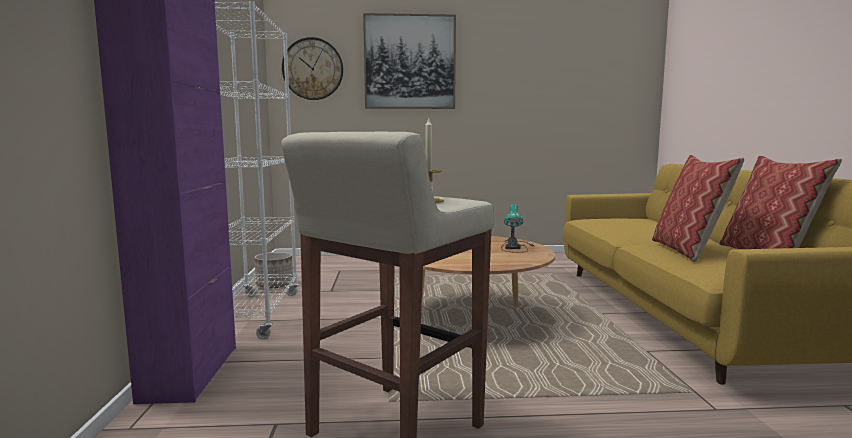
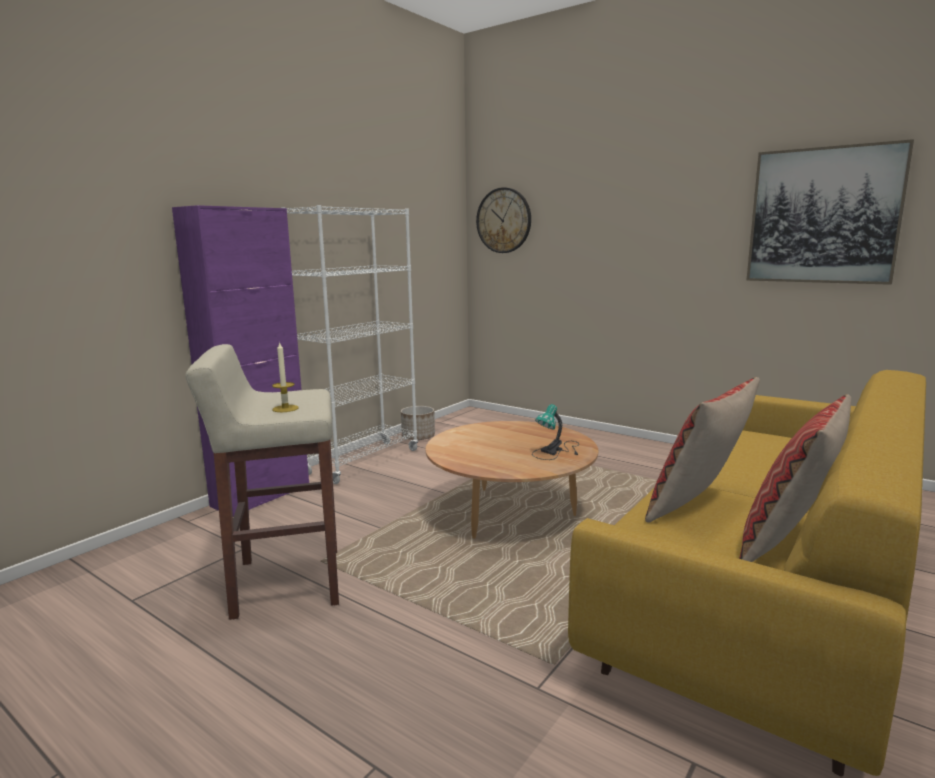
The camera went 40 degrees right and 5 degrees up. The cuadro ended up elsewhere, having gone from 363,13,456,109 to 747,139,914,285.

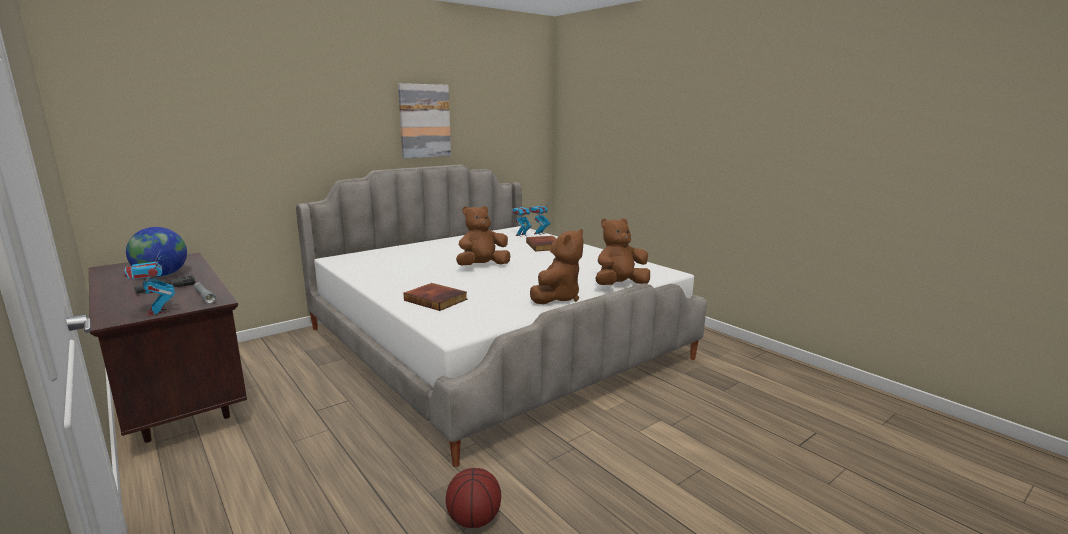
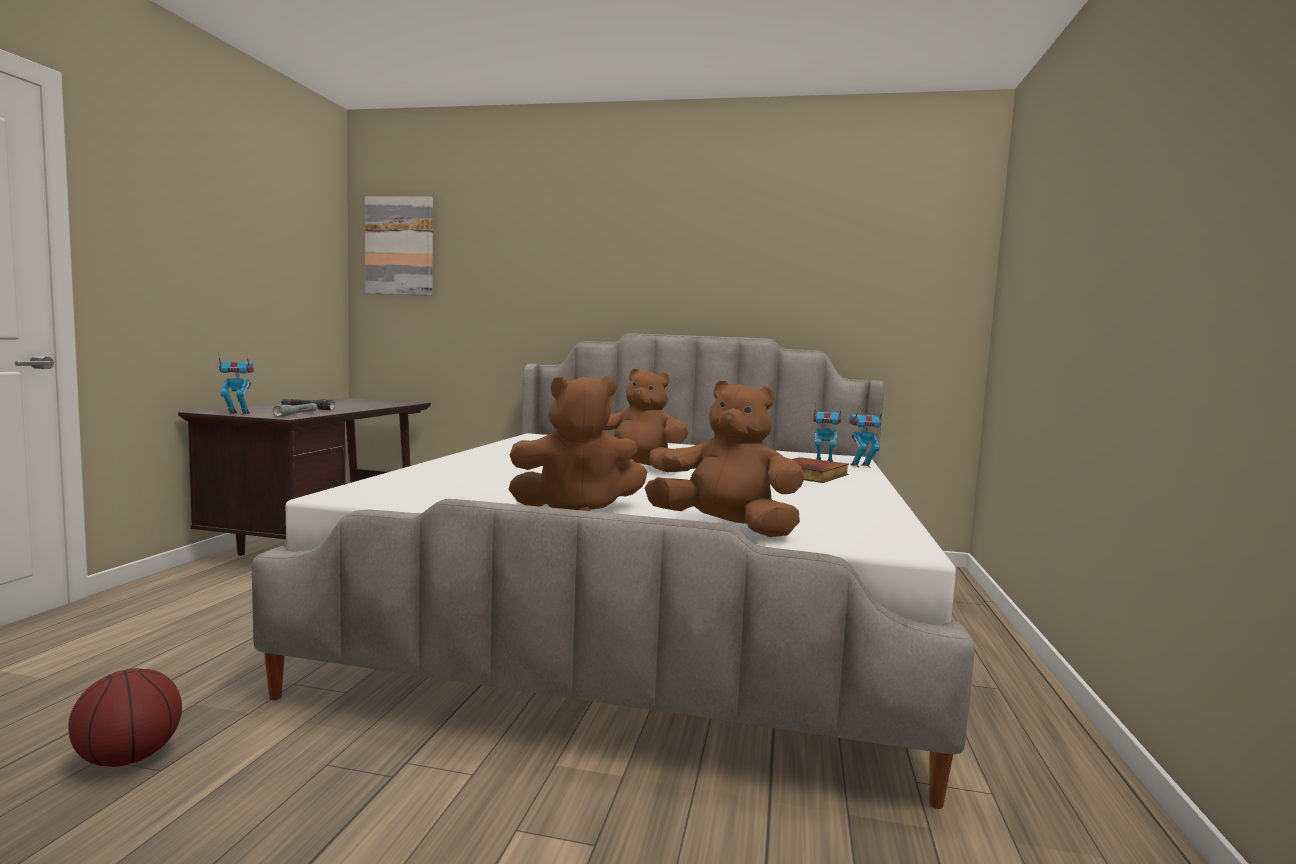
The camera went 50 degrees right and 10 degrees down. The second view lost the globo terráqueo at 126,227,187,277. The second view lost the libro at 403,283,468,311. The cuadro ended up elsewhere, having gone from 398,83,451,159 to 365,196,433,296. The robot de juguete at 124,251,175,317 ended up facing another way, 60 degrees clockwise from before.

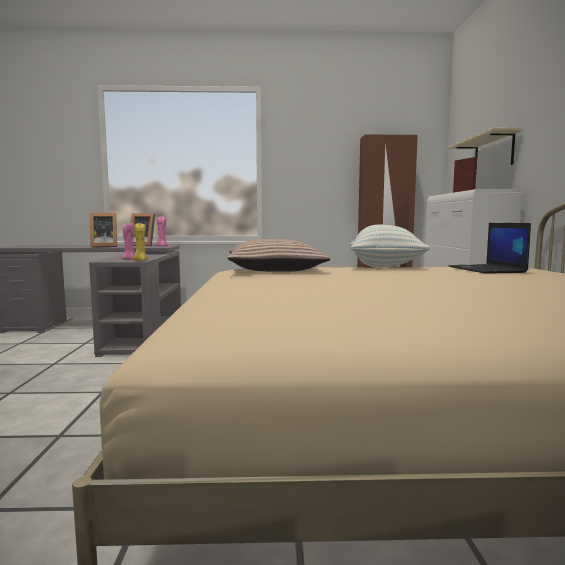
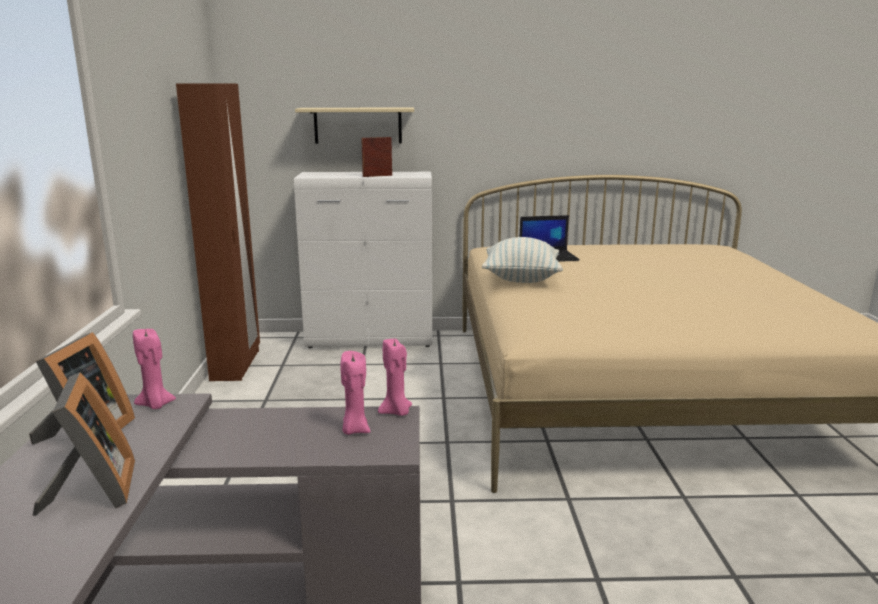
The camera went 90 degrees left and 10 degrees up. The second view lost the cojín at 227,239,330,272. What was the vela/amarillo at 134,223,148,261 turned into the vela/rosa at 378,338,412,416.

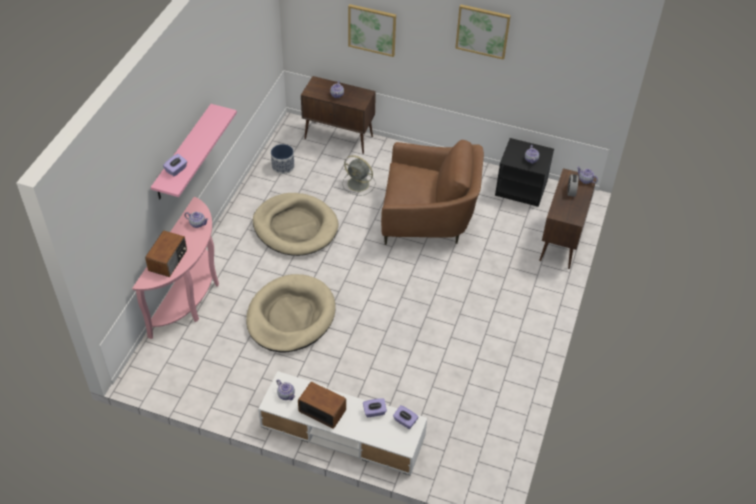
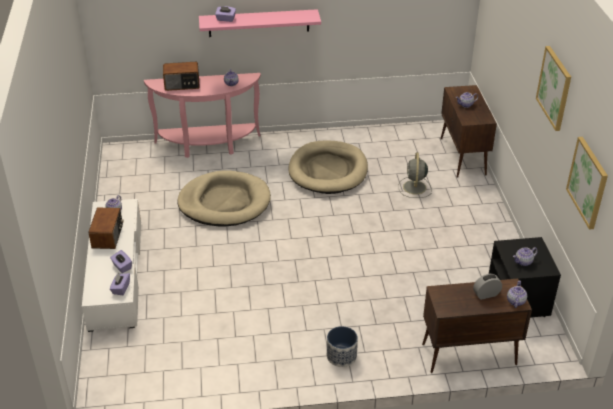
The camera went 65 degrees right and 10 degrees down. The second view lost the sillón/marrón at 381,140,484,245. The maceta ended up elsewhere, having gone from 271,144,294,174 to 327,326,358,367. The cuadro ended up elsewhere, having gone from 348,4,396,57 to 566,137,608,230.

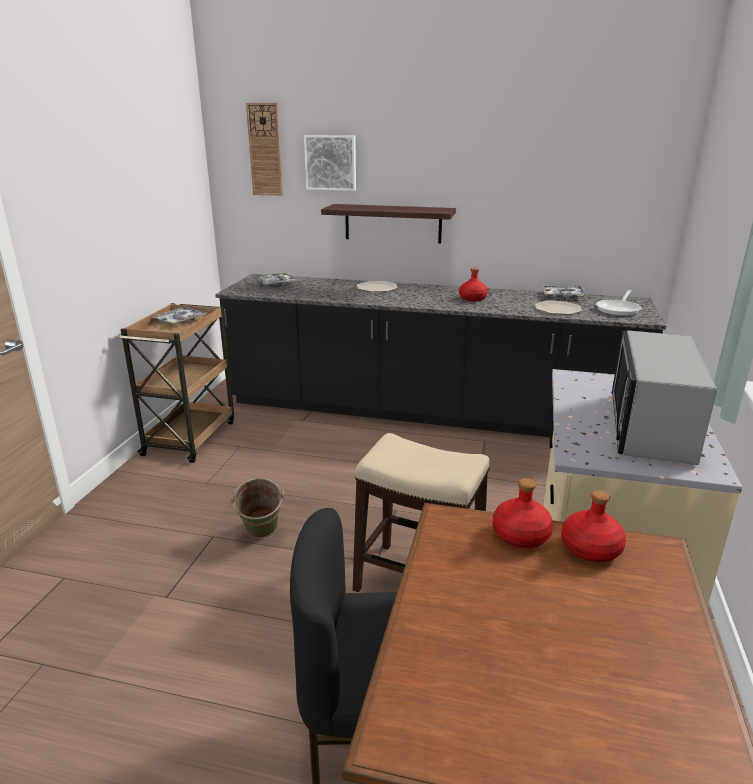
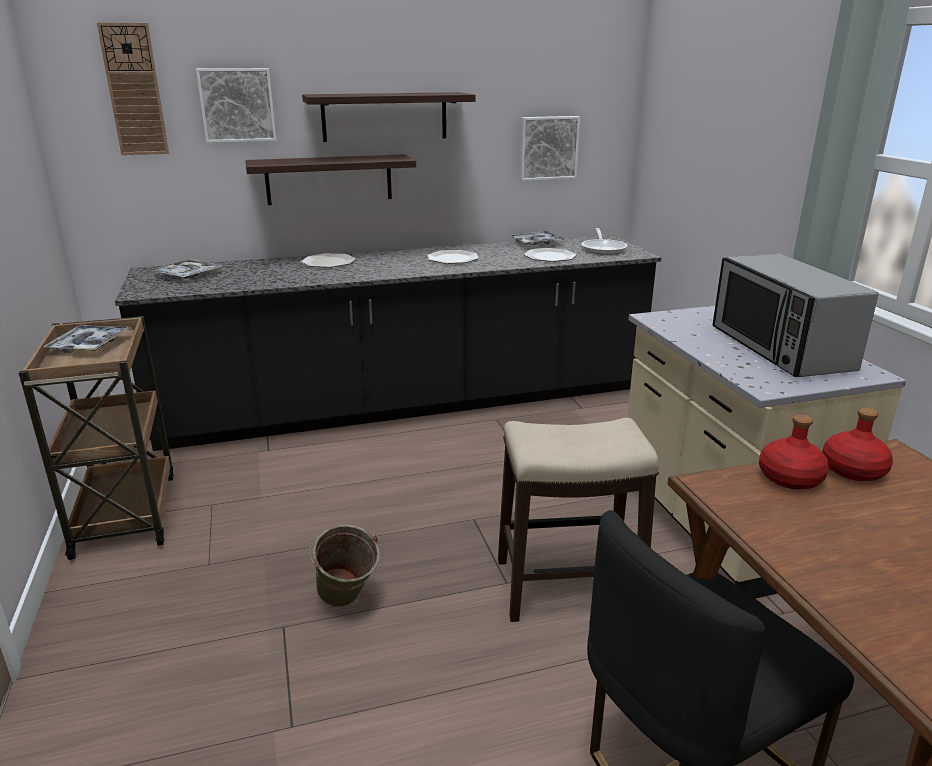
The camera went 30 degrees left and 0 degrees up. The second view gained the estante at 302,92,475,142. The second view gained the cuadro at 519,116,580,181. Where the botella/rojo stood at 459,268,488,301, the plato came to stand at 427,250,478,264.

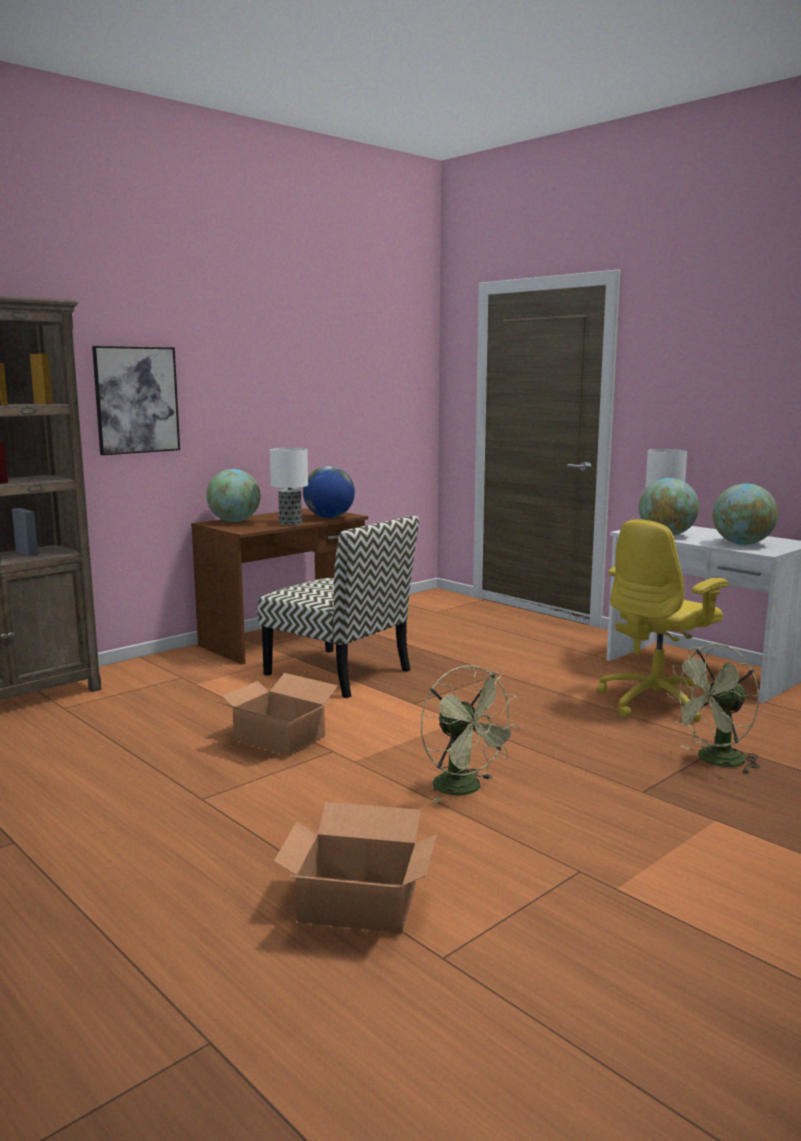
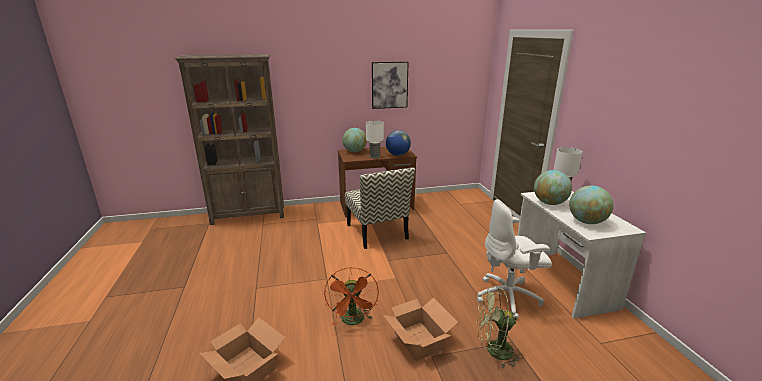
The camera went 30 degrees right and 10 degrees up. The cuadro ended up elsewhere, having gone from 92,346,180,455 to 372,62,409,109. The caja de cartón ended up elsewhere, having gone from 215,673,338,756 to 383,298,458,361. What was the ventilador/verde at 421,665,520,803 turned into the ventilador/naranja at 324,267,379,325. What was the silla de oficina/amarillo at 597,519,729,723 turned into the silla de oficina/blanco at 477,199,552,319.

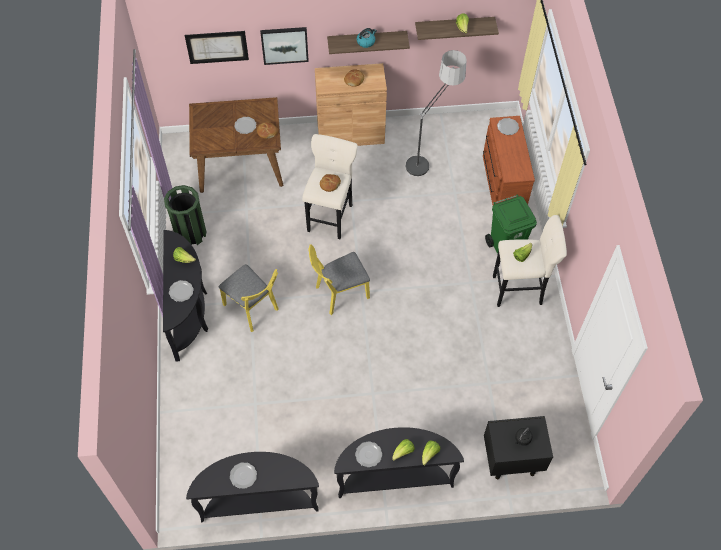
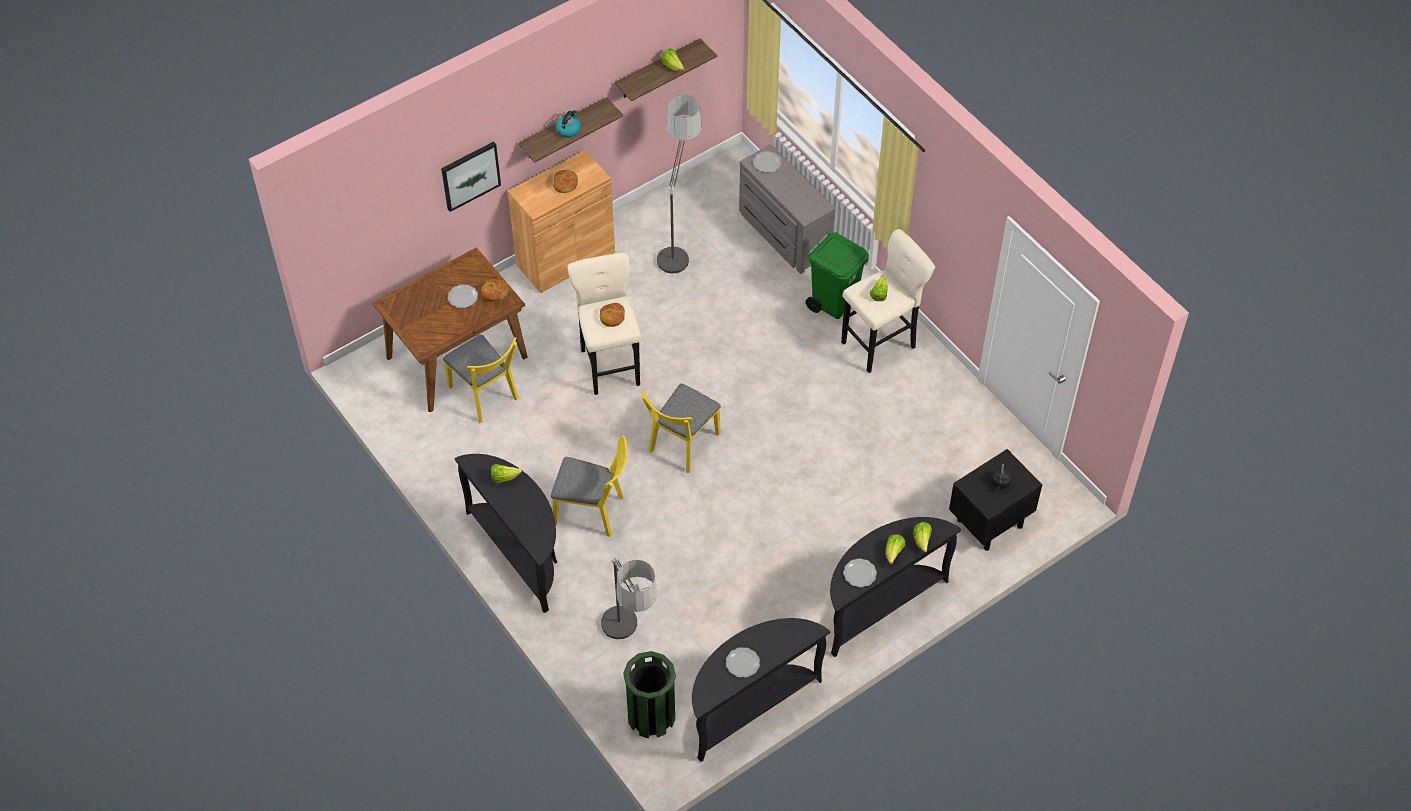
The camera went 30 degrees left and 5 degrees down. The second view lost the plato at 169,280,194,302. The second view lost the cuadro at 185,31,249,64. The second view gained the silla/amarillo at 443,335,519,423. The second view gained the lámpara de pie at 601,556,658,640. The papelera/verde ended up elsewhere, having gone from 164,185,206,245 to 623,651,676,738. What was the cómoda/marrón at 483,116,535,205 turned into the cómoda/gris at 739,144,836,274.

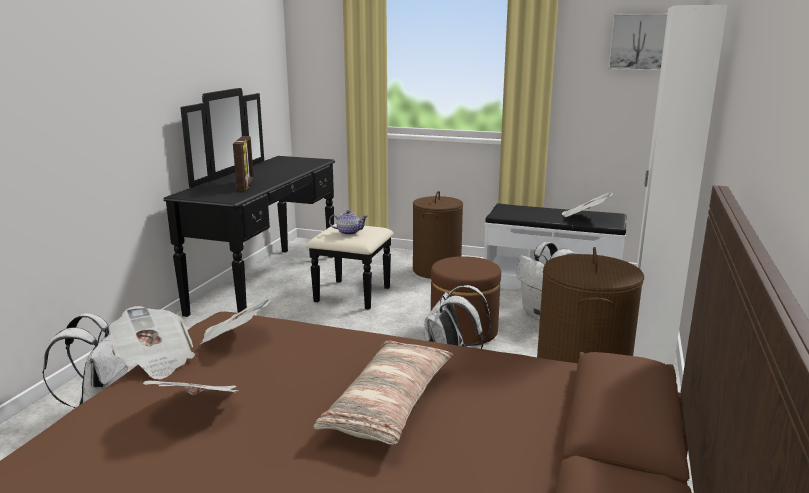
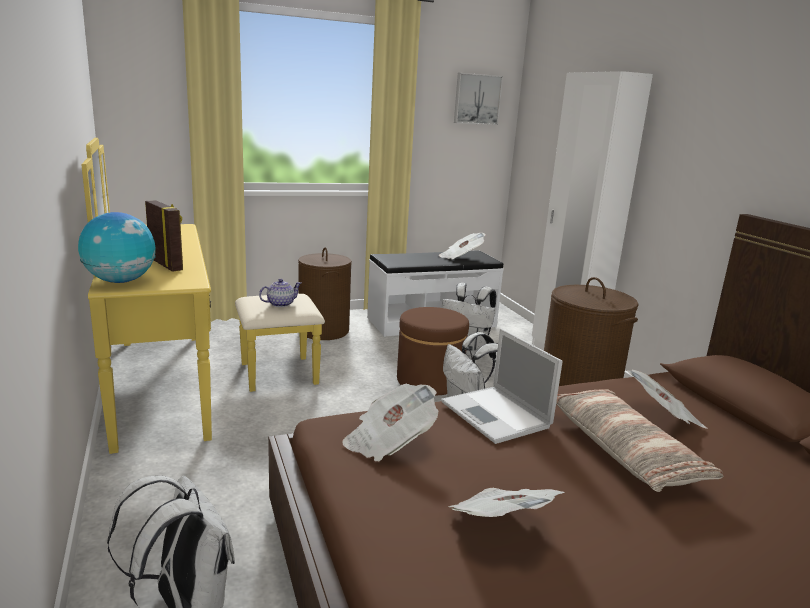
The camera went 40 degrees left and 0 degrees up. The second view gained the globo terráqueo at 78,212,156,283. The second view gained the portátil at 441,328,563,444. The periódico ended up elsewhere, having gone from 109,306,195,379 to 627,369,707,429. What was the cómoda/negro at 163,88,394,317 turned into the cómoda/amarillo at 81,138,325,454.

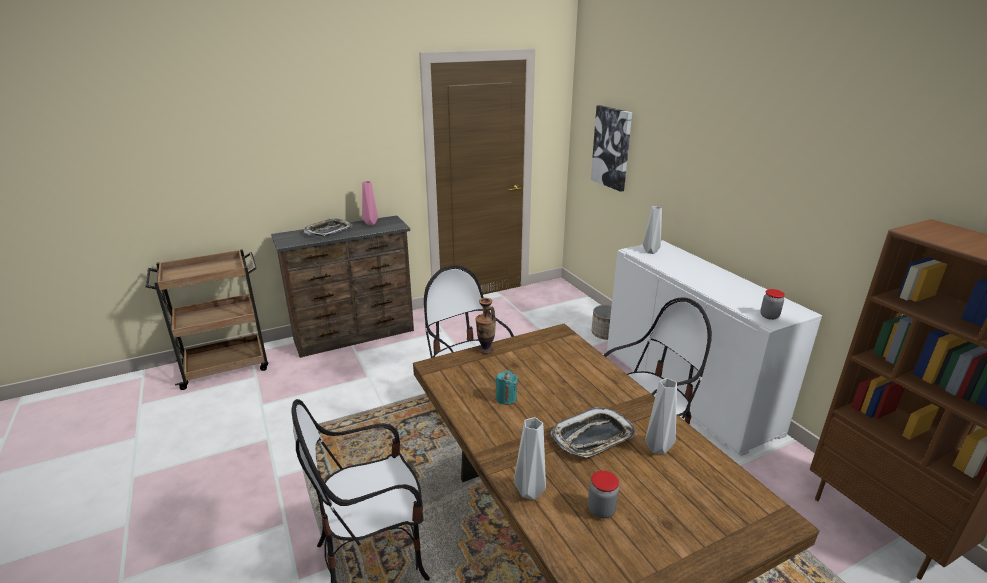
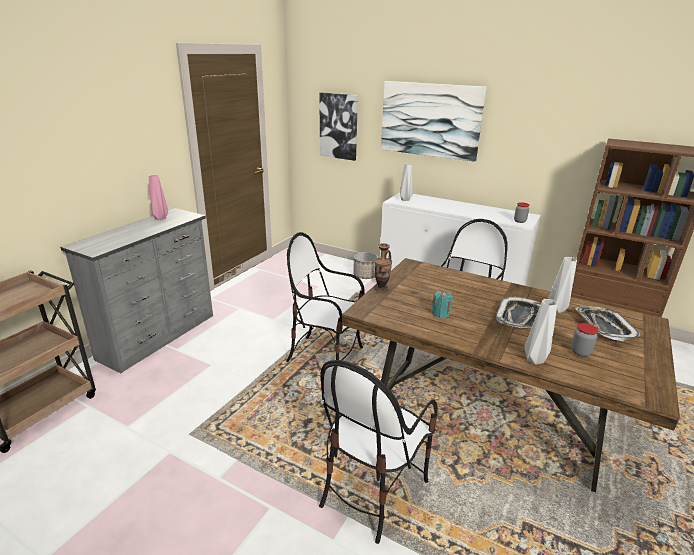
The camera went 35 degrees left and 0 degrees up. The second view gained the cuadro at 381,81,487,162. The bandeja ended up elsewhere, having gone from 304,218,353,236 to 575,306,641,341. What was the cómoda/marrón at 271,215,414,358 turned into the cómoda/gris at 60,208,213,373.

